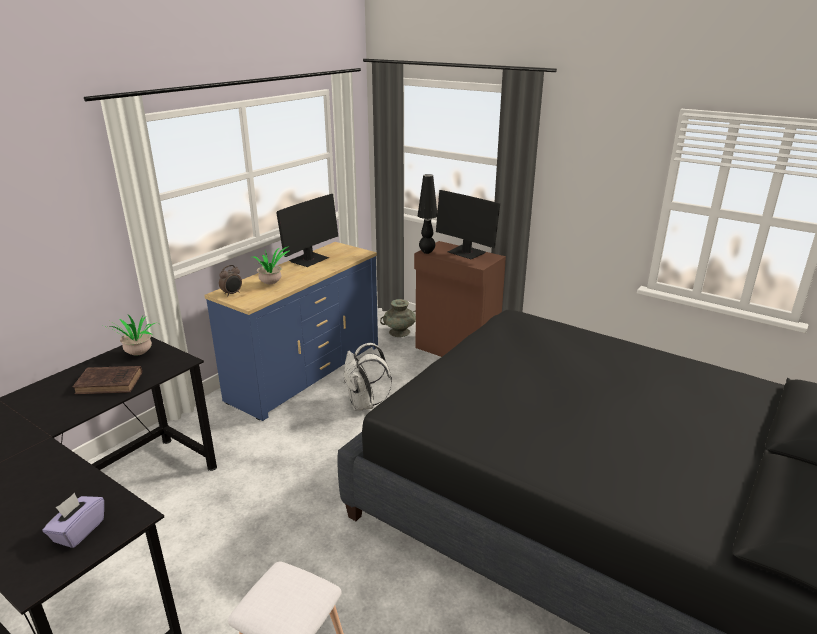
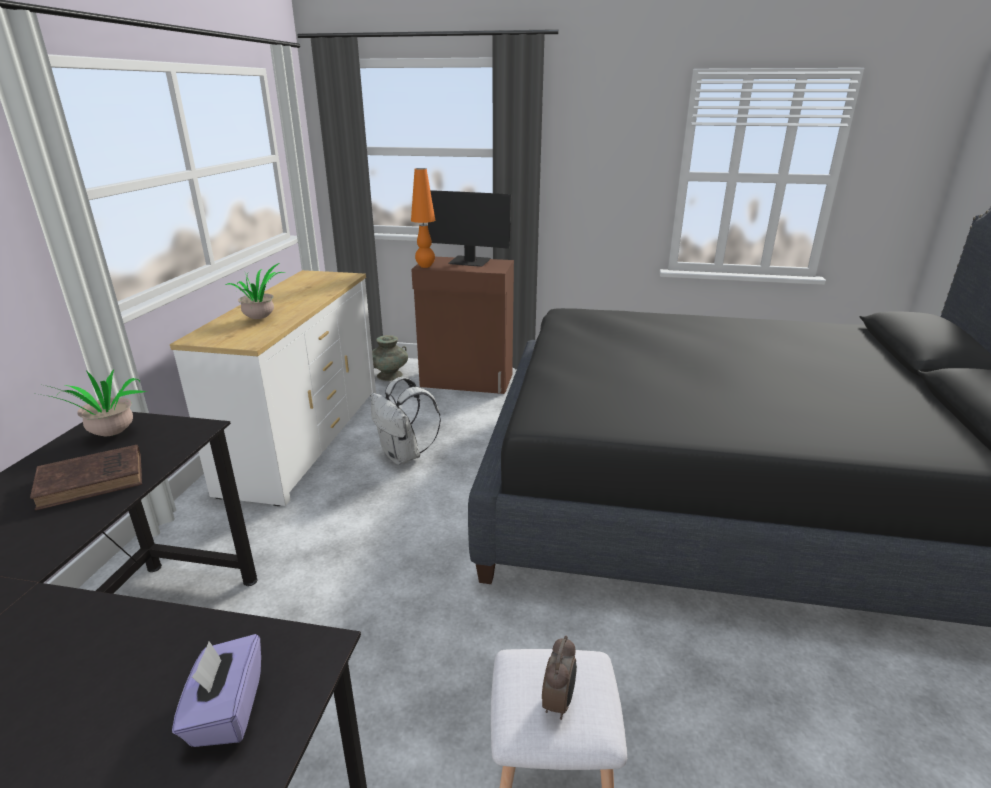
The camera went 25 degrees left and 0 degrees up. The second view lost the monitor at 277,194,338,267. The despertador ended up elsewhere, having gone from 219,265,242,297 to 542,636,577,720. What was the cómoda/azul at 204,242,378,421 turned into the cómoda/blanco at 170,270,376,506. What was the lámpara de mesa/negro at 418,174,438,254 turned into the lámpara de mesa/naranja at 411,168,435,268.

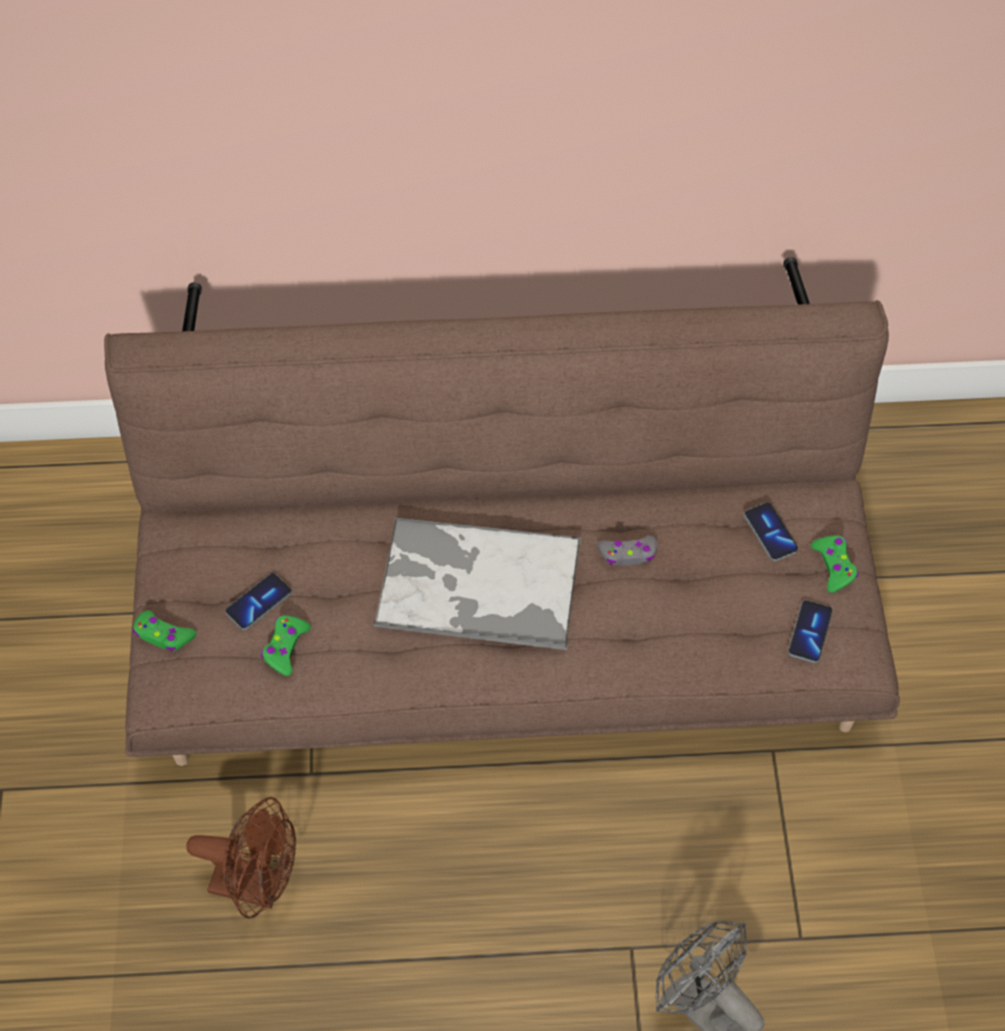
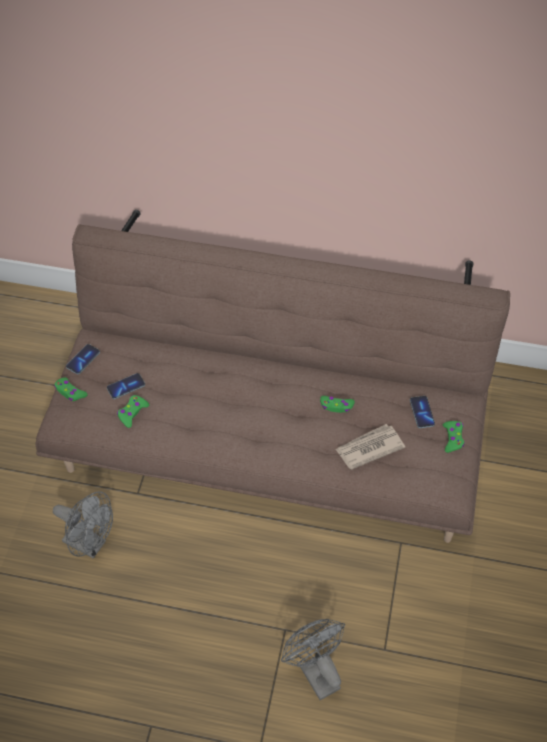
The camera went 15 degrees right and 5 degrees down. The second view lost the bandeja at 373,518,581,650. The second view gained the periódico at 335,424,405,470. The móvil ended up elsewhere, having gone from 788,600,833,663 to 66,344,100,374. What was the ventilador/marrón at 186,797,296,919 turned into the ventilador/gris at 53,491,113,559. What was the mando de consola/gris at 597,536,657,566 turned into the mando de consola/verde at 320,396,355,413.

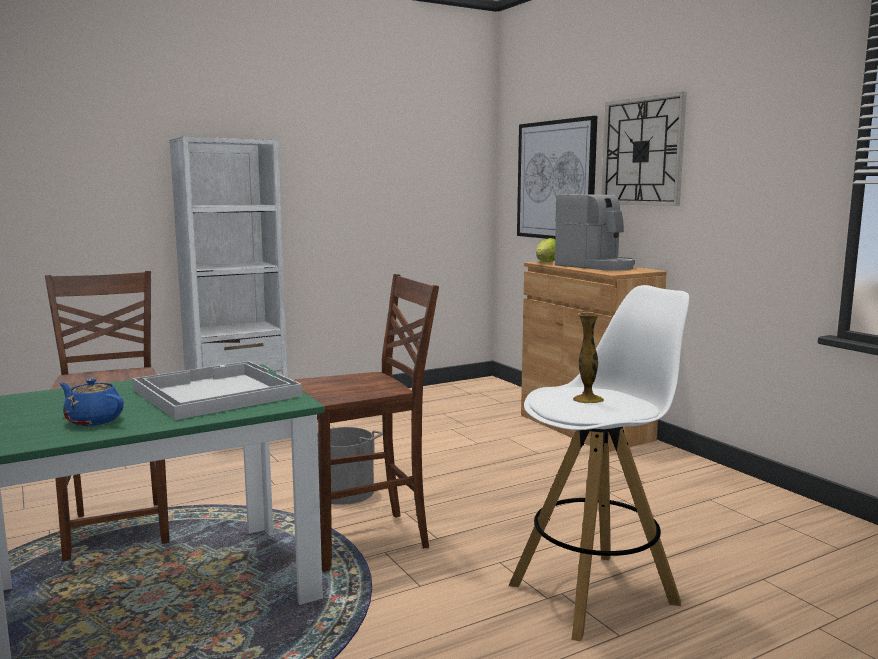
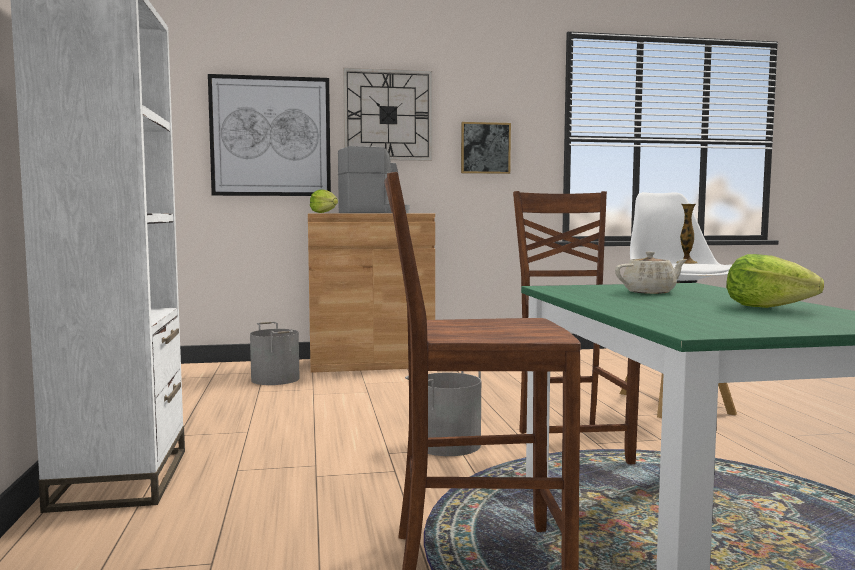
The camera went 70 degrees left and 5 degrees down. The second view gained the cubo/gris at 250,322,300,385. The second view gained the cuadro at 461,122,511,174. Where the tetera/azul stood at 59,379,124,426, the lechuga came to stand at 726,254,824,308. Where the bandeja/blanco stood at 133,361,302,420, the tetera/beis came to stand at 615,251,687,294.

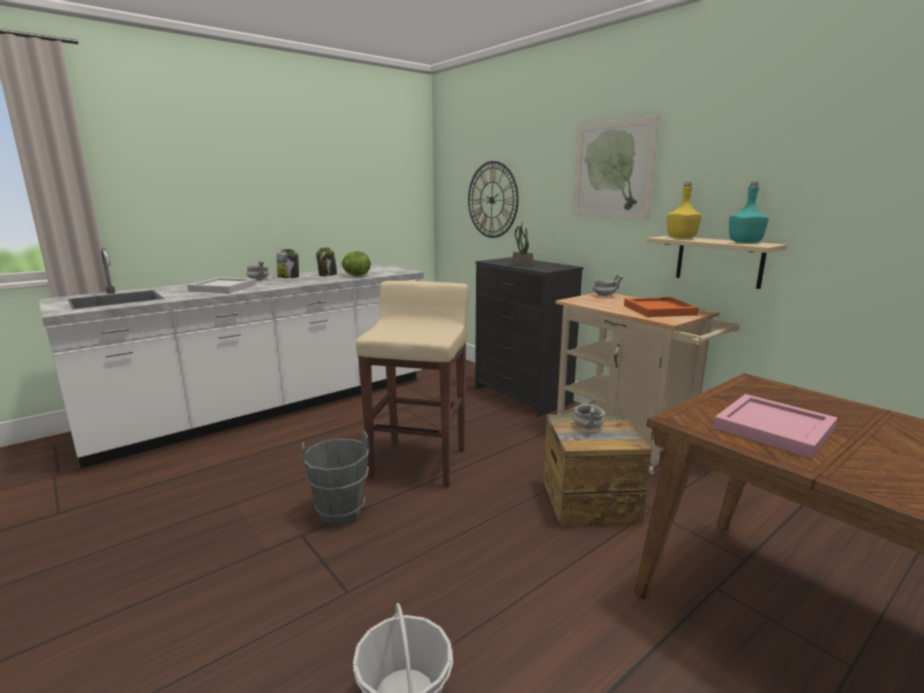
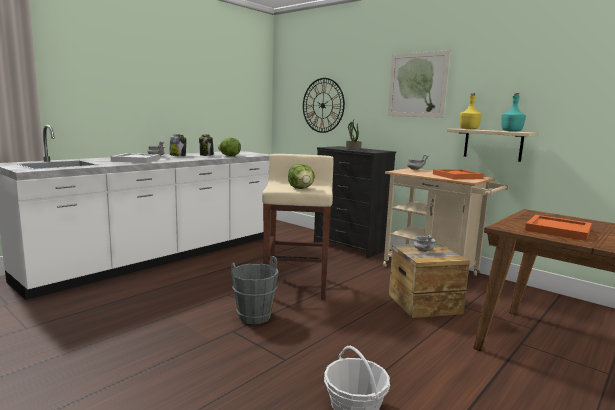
The camera went 10 degrees left and 5 degrees down. The second view gained the lechuga at 288,164,315,189. What was the bandeja/rosa at 713,394,838,459 turned into the bandeja/naranja at 525,215,592,241.

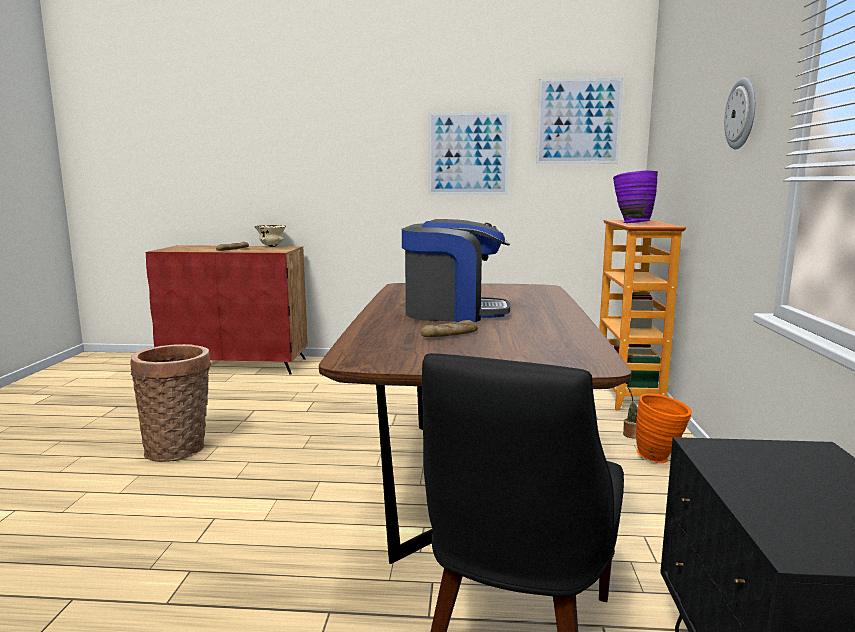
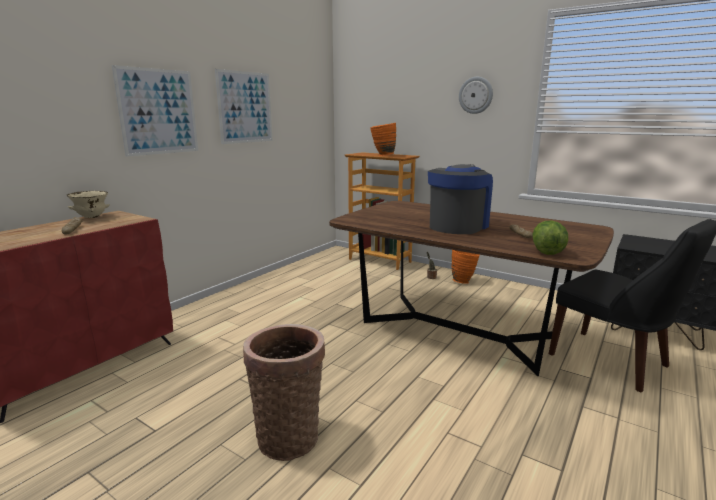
The camera went 60 degrees left and 5 degrees up. The second view gained the lechuga at 532,220,568,255. The cuadro ended up elsewhere, having gone from 536,78,623,164 to 112,65,198,157. What was the florero/morado at 613,170,658,223 turned into the florero/naranja at 370,123,396,156.

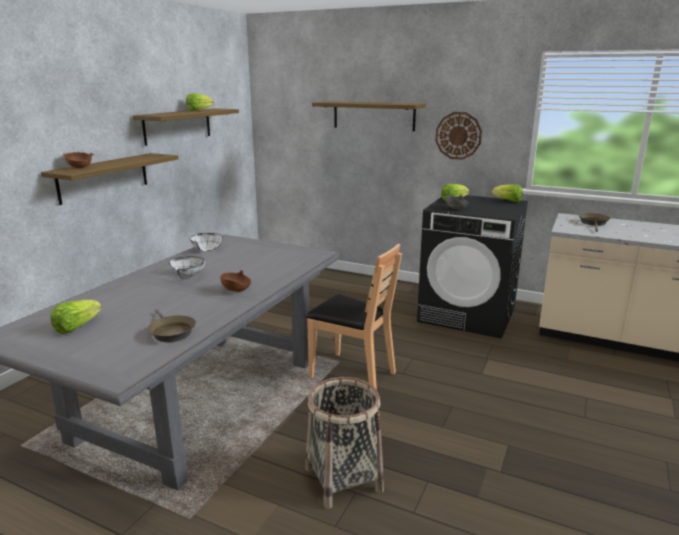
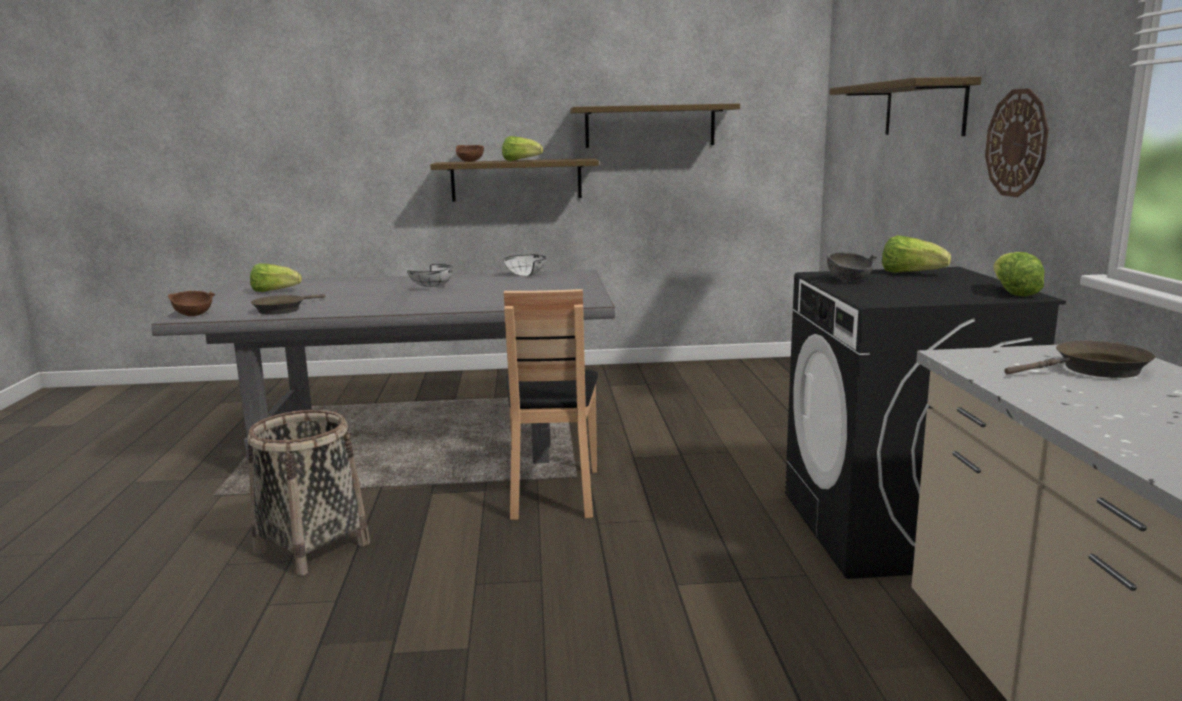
The camera went 60 degrees right and 5 degrees down. The lechuga ended up elsewhere, having gone from 186,93,214,111 to 502,136,543,161. The cuenco/marrón ended up elsewhere, having gone from 220,270,251,292 to 168,291,215,316.

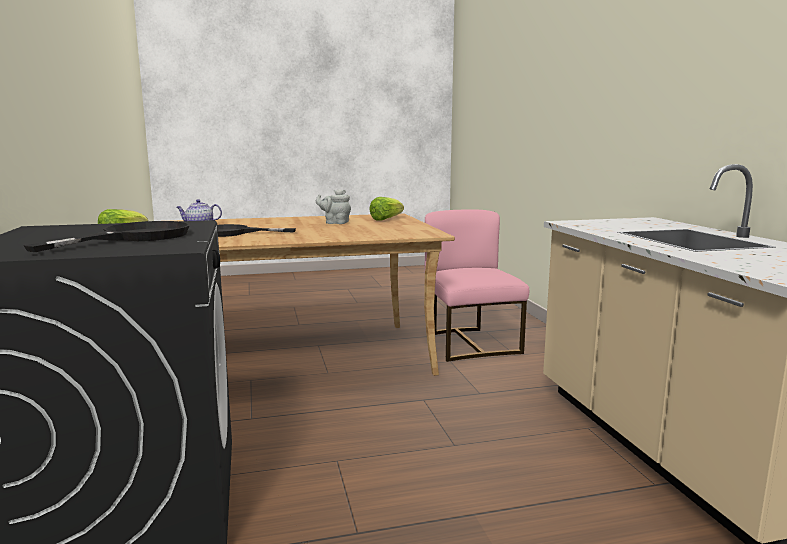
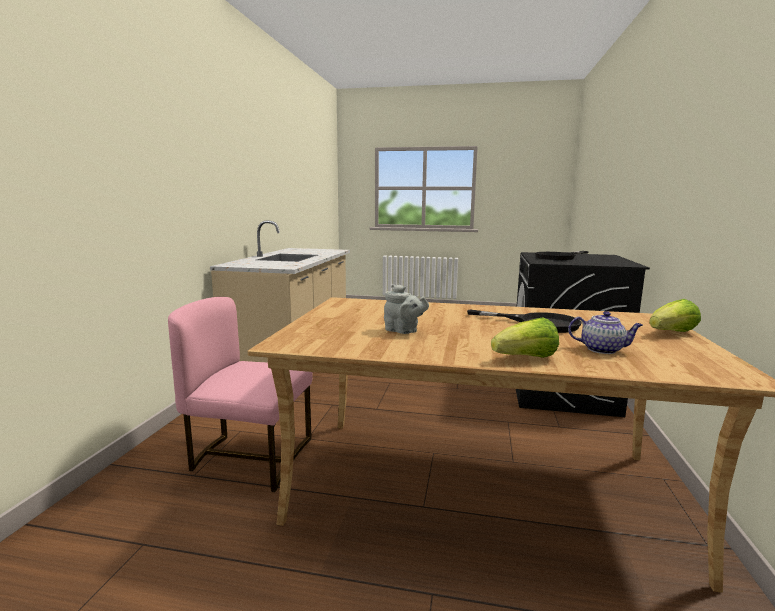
The camera went 155 degrees left and 0 degrees up. The lechuga ended up elsewhere, having gone from 369,197,404,221 to 491,317,559,358. The silla/rosa at 425,209,529,362 ended up facing another way, 90 degrees clockwise from before.

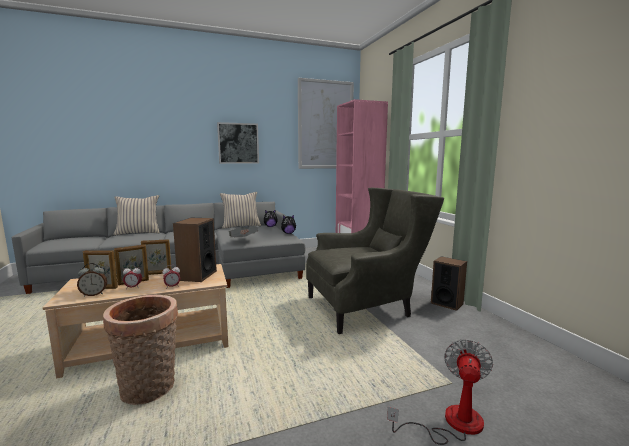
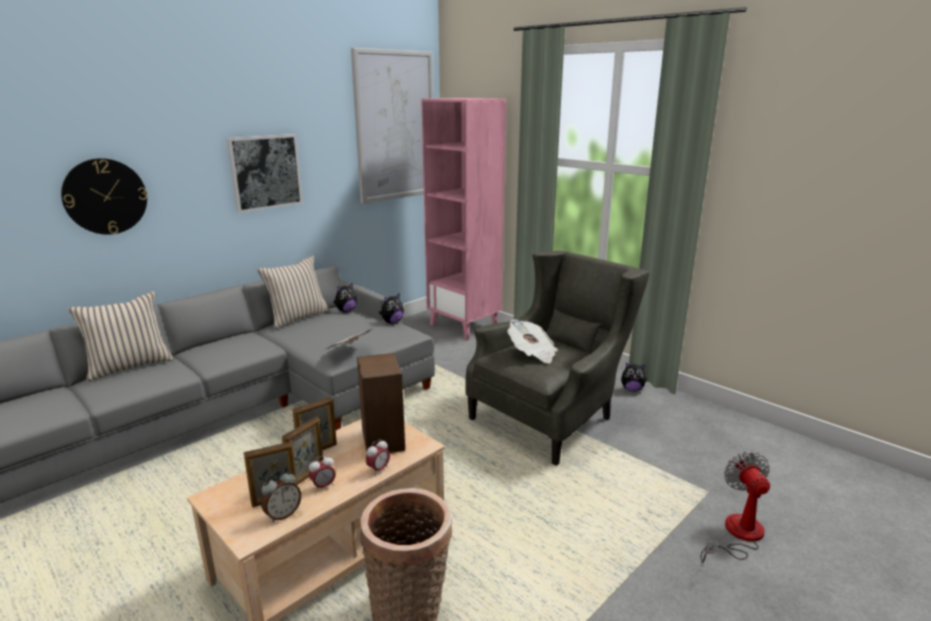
The camera went 25 degrees left and 10 degrees up. The second view gained the reloj de pared at 61,158,147,235. The second view gained the periódico at 507,319,558,364. Where the altavoz stood at 431,256,467,311, the peluche came to stand at 621,363,647,391.

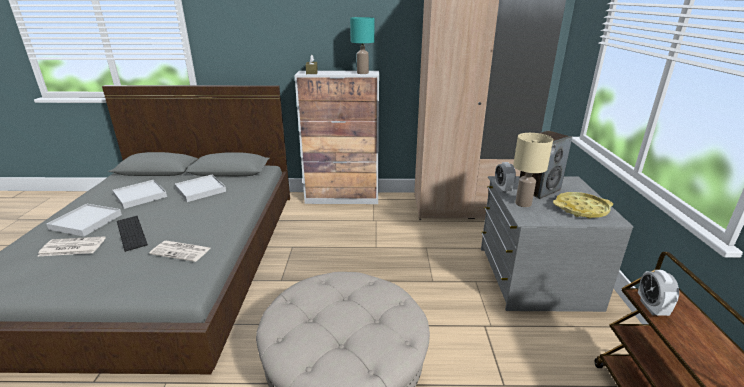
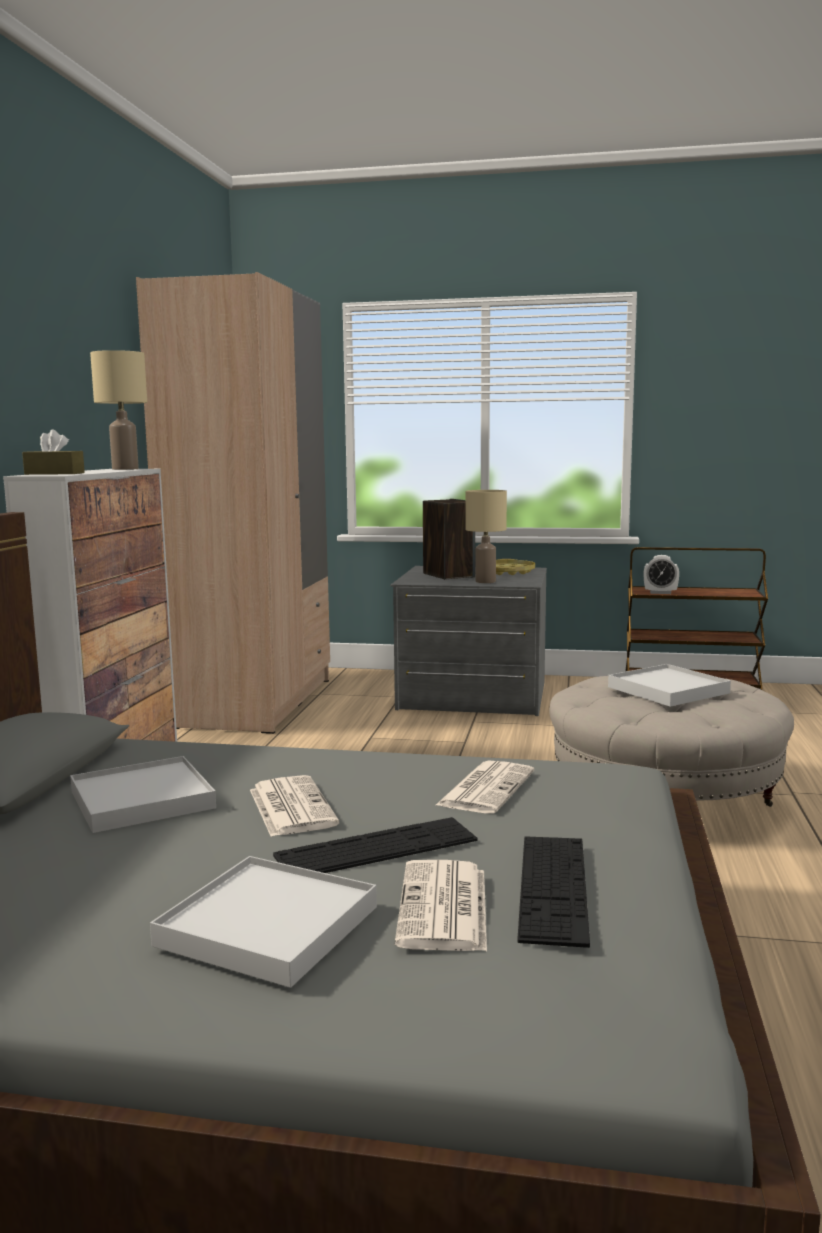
The camera went 80 degrees left and 15 degrees down. The second view lost the despertador at 495,162,516,193. The second view gained the periódico at 250,775,339,837. The second view gained the teclado at 517,836,590,948. The bandeja/blanco ended up elsewhere, having gone from 113,180,167,209 to 608,664,731,707. What was the lámpara de mesa/turquesa at 350,17,374,74 turned into the lámpara de mesa/beis at 90,350,147,470.

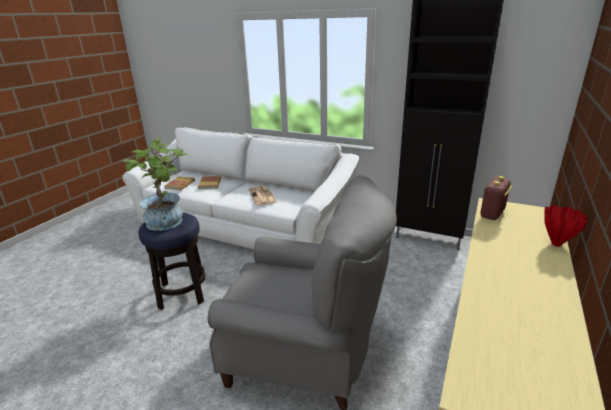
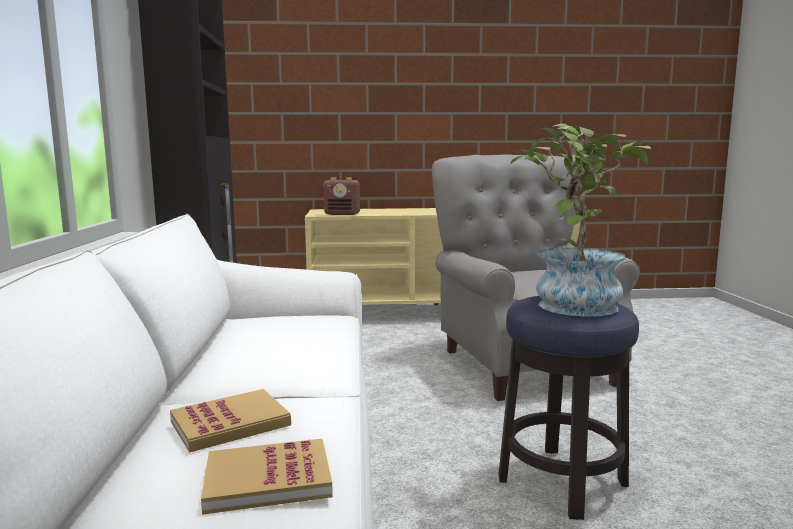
The camera went 120 degrees left and 15 degrees down. The second view lost the periódico at 249,186,277,205. The second view lost the florero/rojo at 544,205,588,247.

